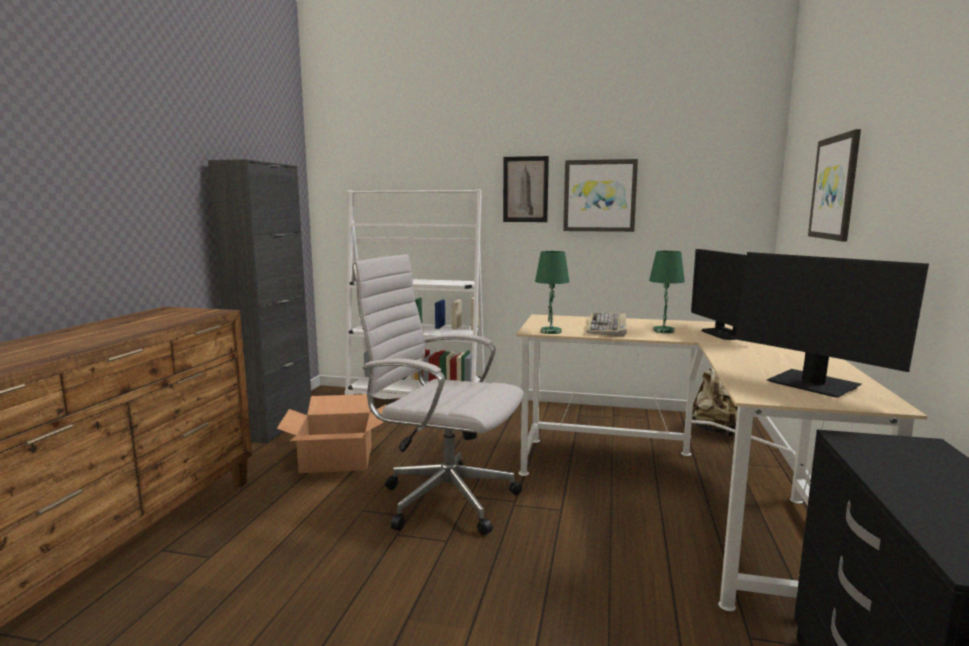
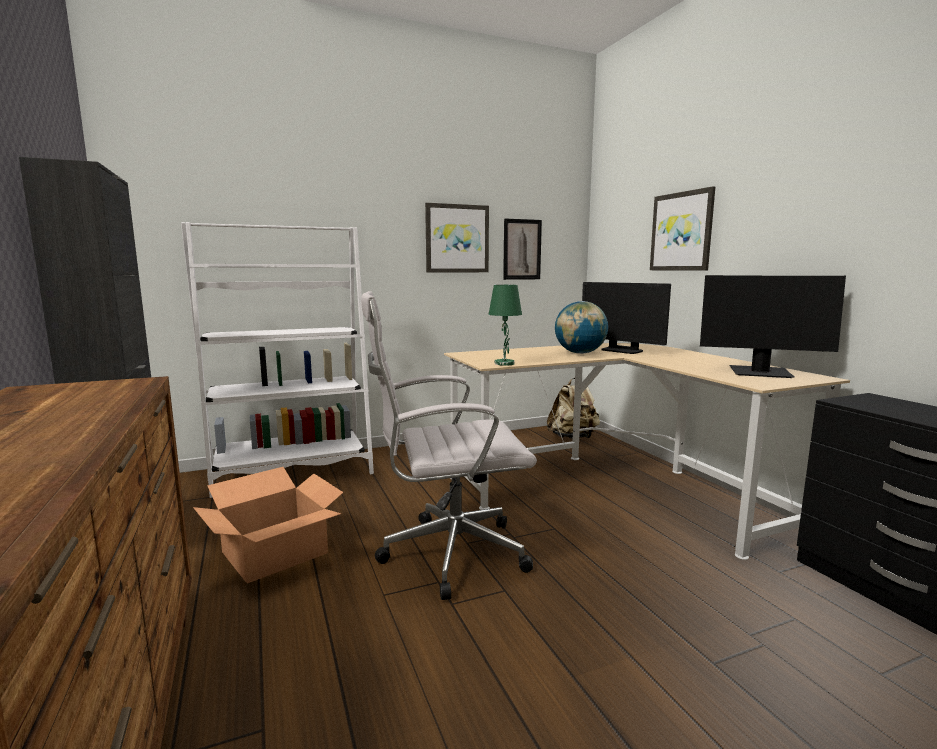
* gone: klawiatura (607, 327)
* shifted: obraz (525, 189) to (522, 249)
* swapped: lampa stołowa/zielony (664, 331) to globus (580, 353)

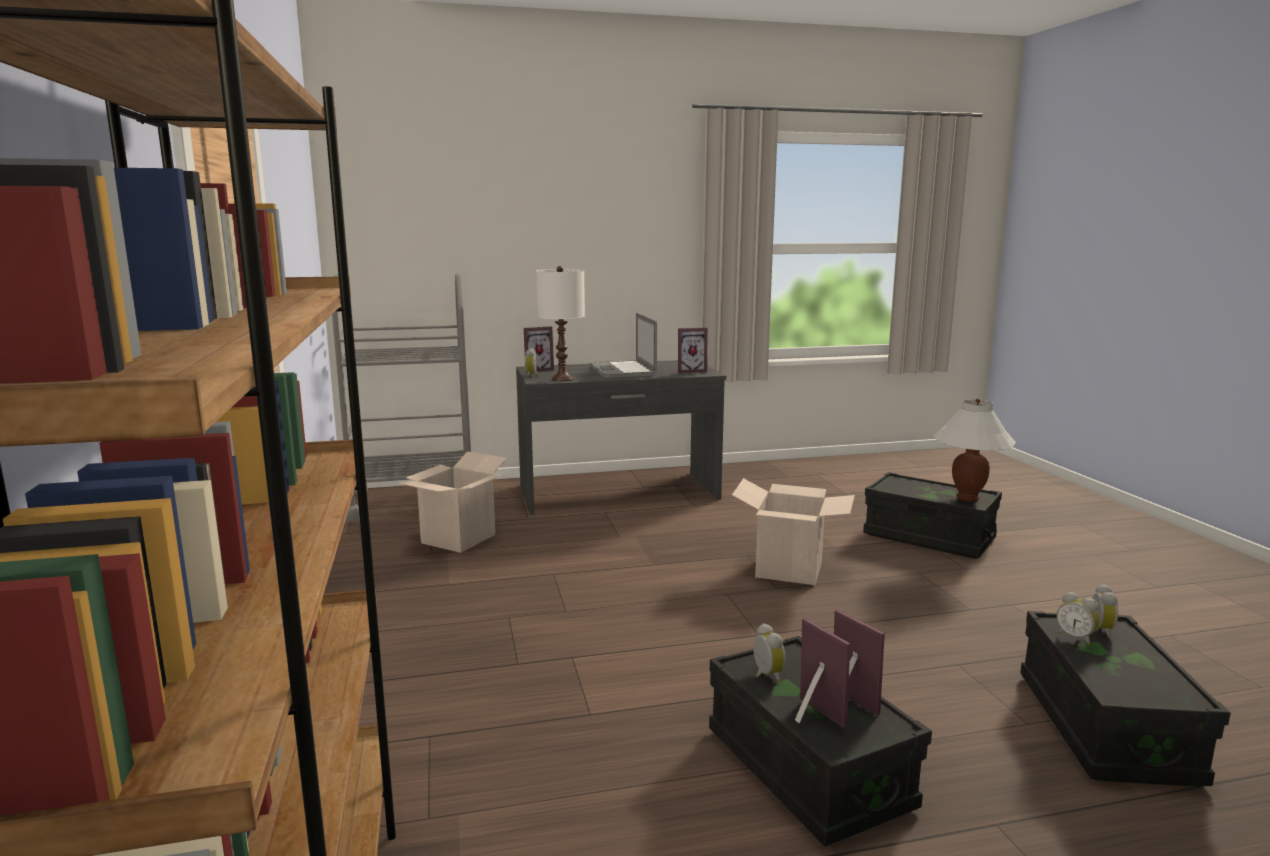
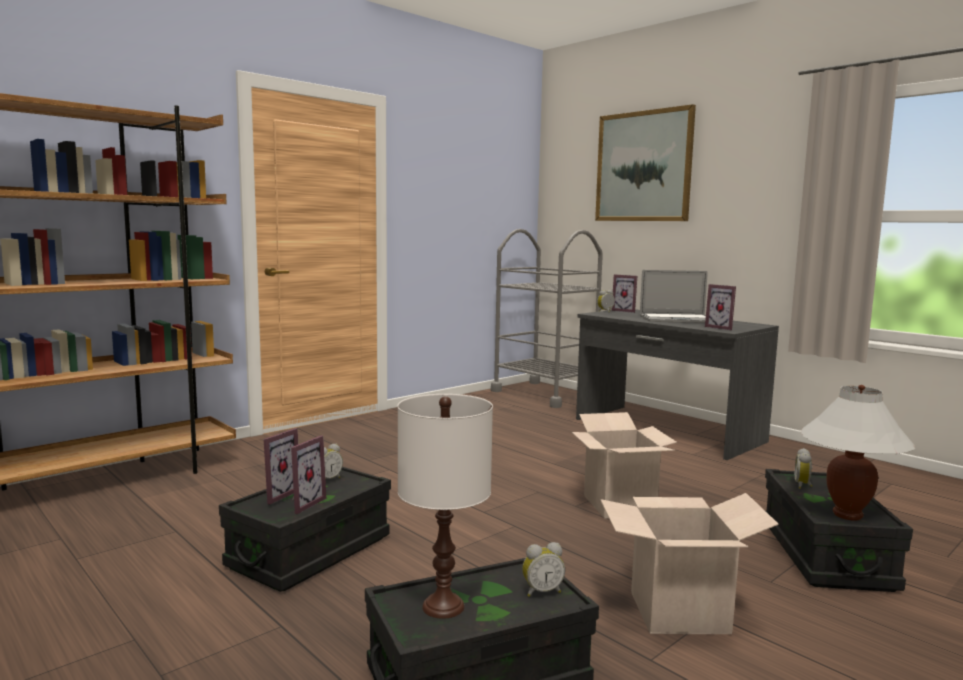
* new: obraz (643, 166)
* shifted: karton (458, 539) to (678, 612)
* shifted: lampa stołowa/biały (562, 379) to (442, 606)
* shifted: budzik (1075, 637) to (803, 485)
* rotated: laptop (622, 370) = (677, 319) 135 degrees counterclockwise

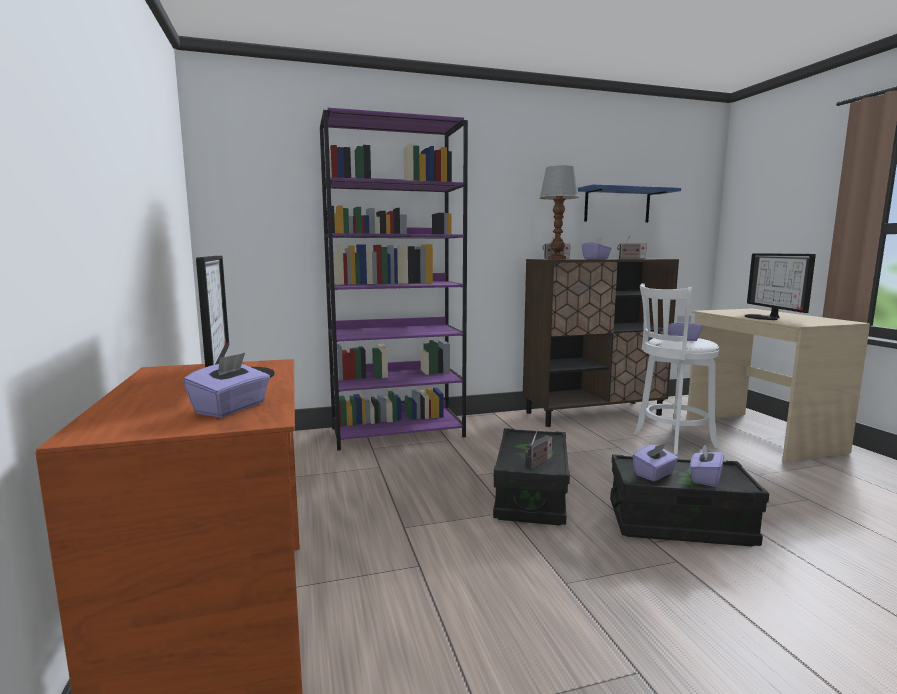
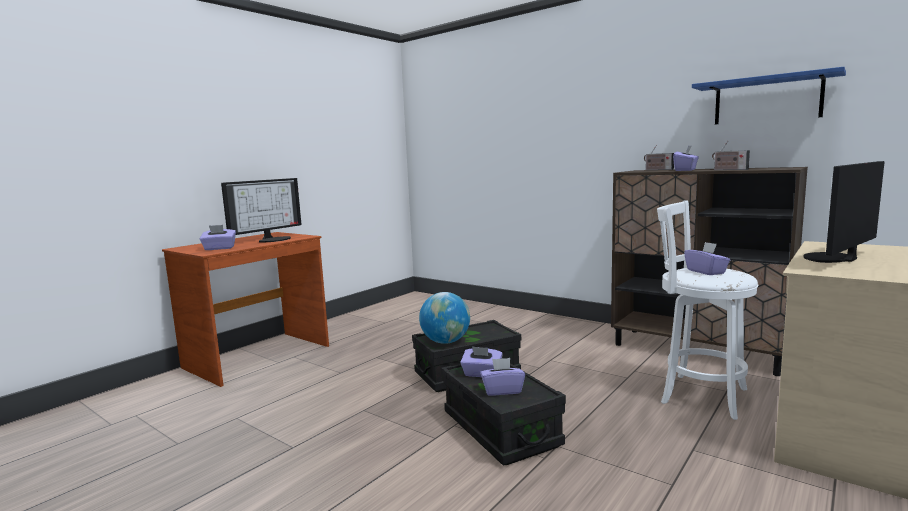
* gone: regał/fioletowy (398, 432)
* gone: lampa stołowa (556, 259)
* swapped: radio (538, 463) to globus (445, 342)

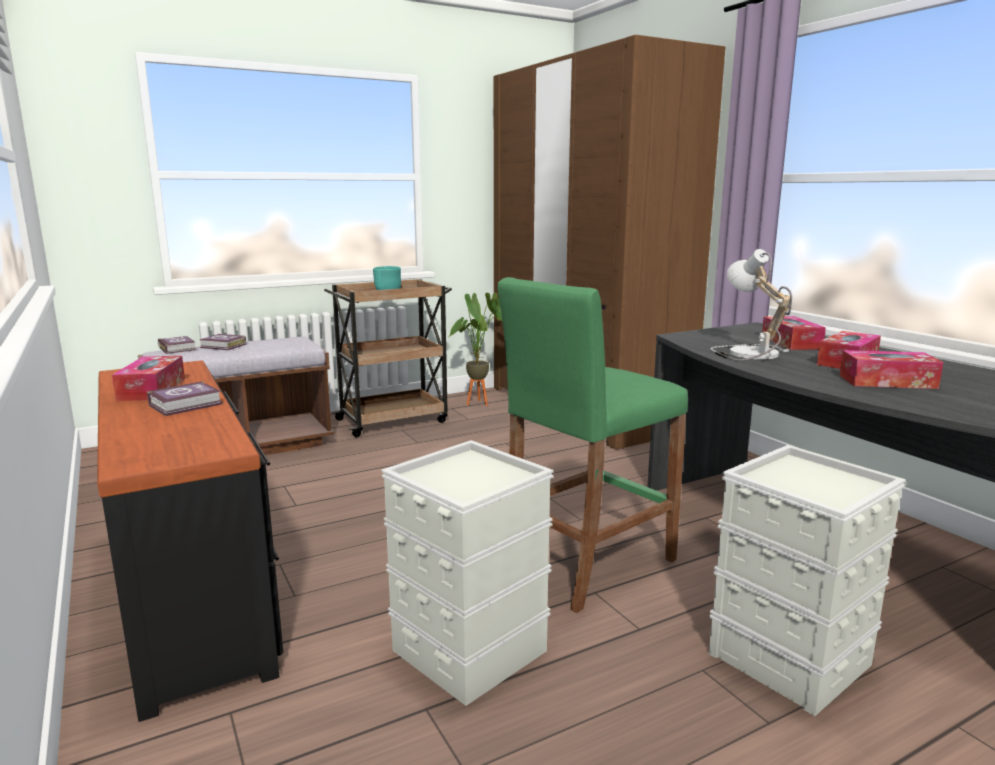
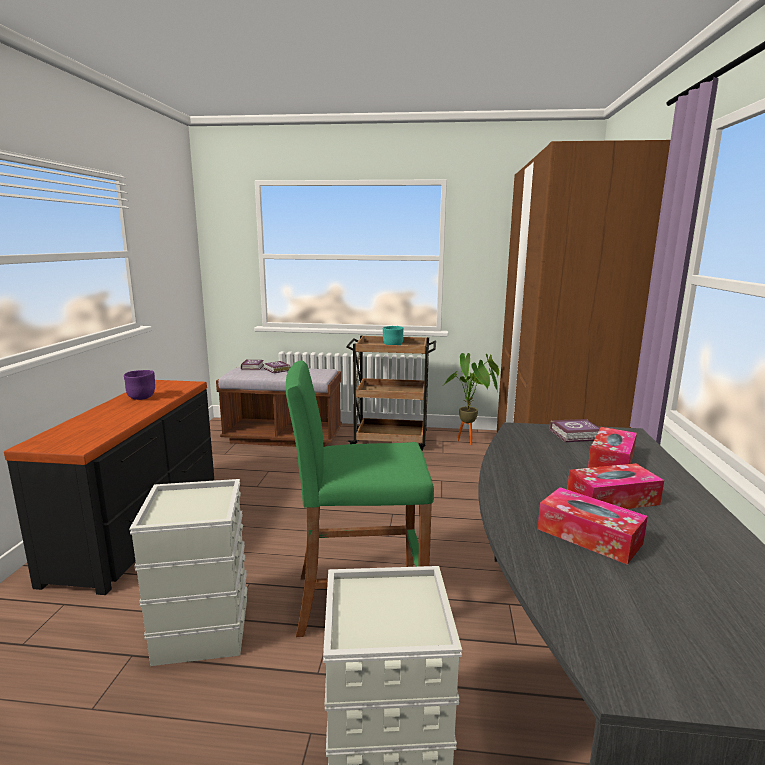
* gone: lampa stołowa (747, 353)
* shifted: książka (188, 404) to (577, 435)
* swapped: pudełko chusteczek (152, 389) to miska/fioletowy (142, 397)

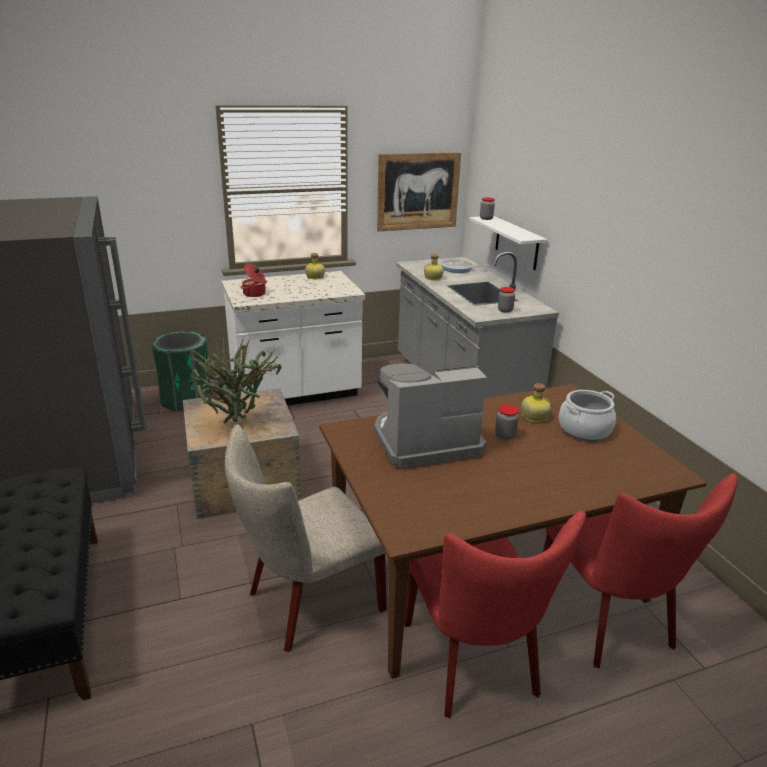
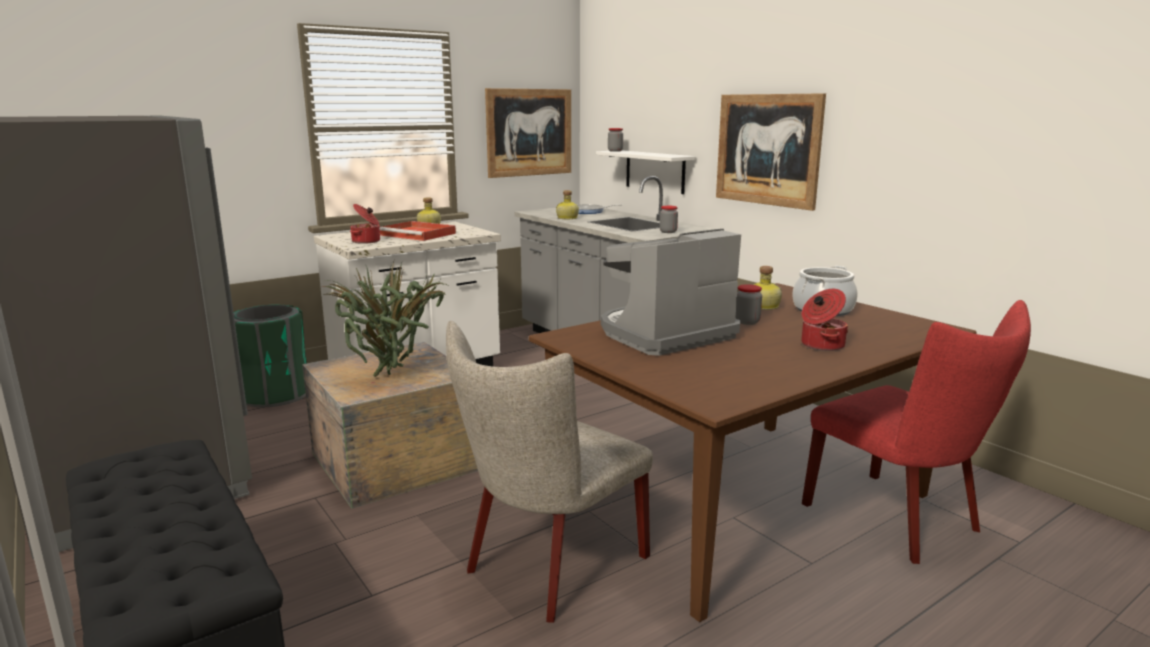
* gone: krzesło/czerwony (474, 664)
* new: taca/czerwony (419, 234)
* new: obraz (767, 149)
* new: garnek (821, 345)

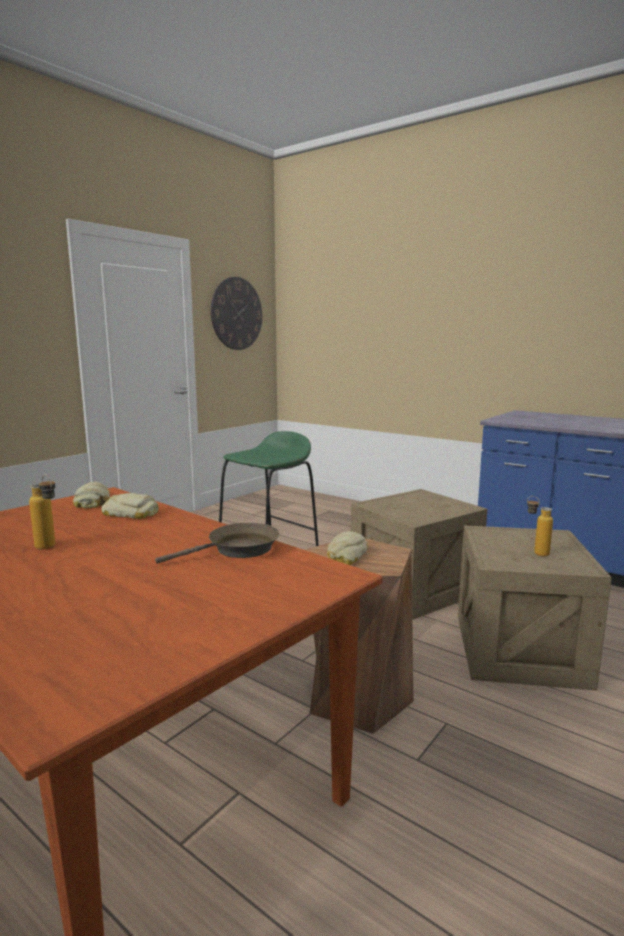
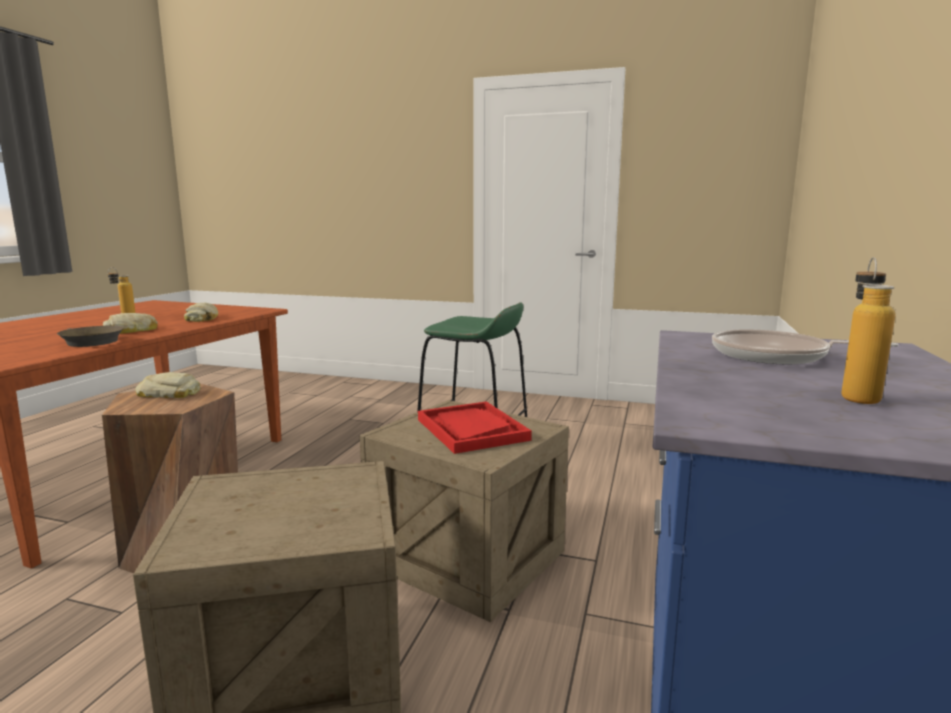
* gone: zegar ścienny (236, 314)
* new: taca/czerwony (471, 429)
* new: patelnia (776, 356)
* shifted: chleb (93, 501) to (131, 330)
* shifted: butelka (535, 552) to (857, 395)

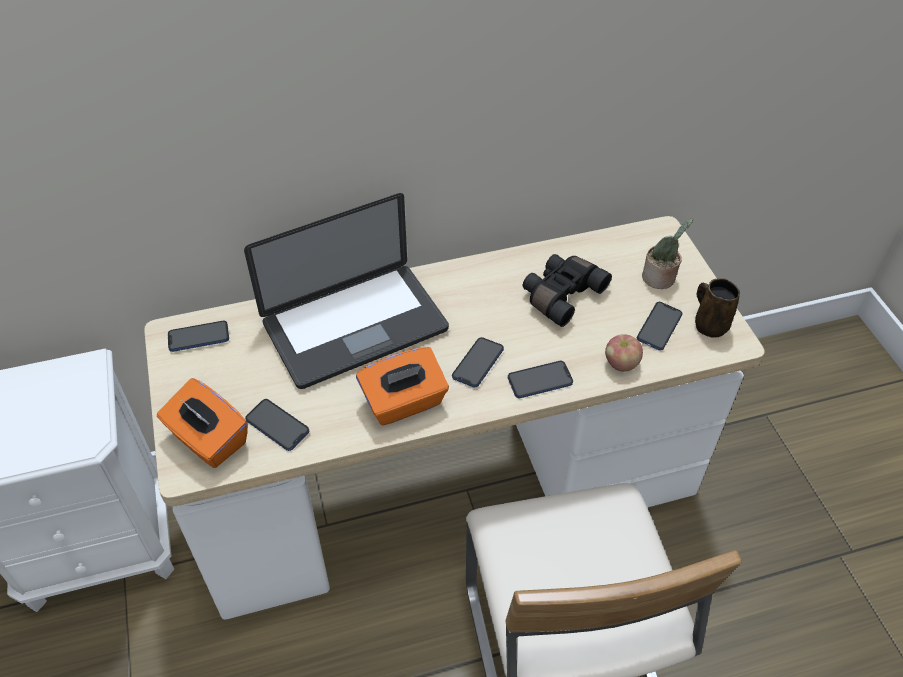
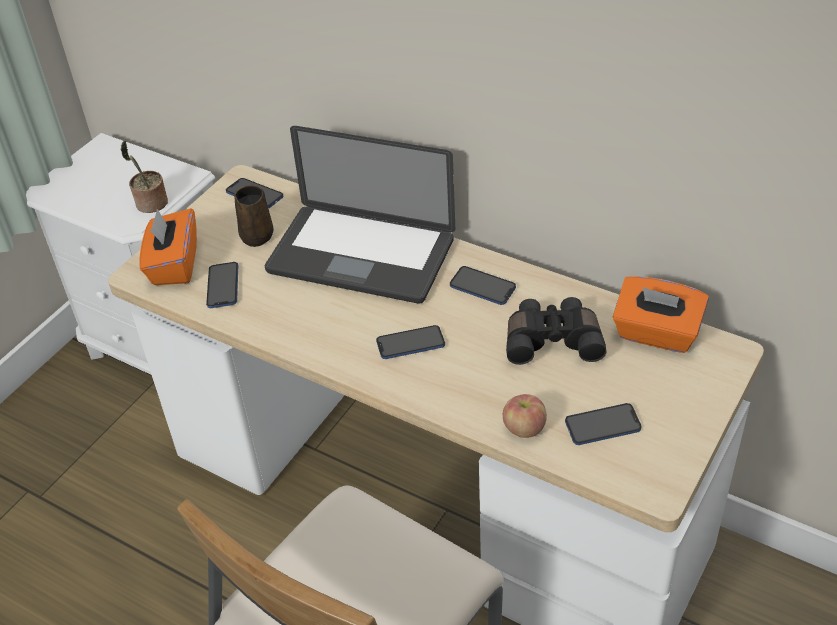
* shifted: pudełko chusteczek/pomarańczowy (404, 403) to (656, 334)
* shifted: telefon (540, 380) to (482, 287)
* shifted: roślina doniczkowa (660, 279) to (150, 204)
* shifted: kubek/brązowy (709, 324) to (258, 235)

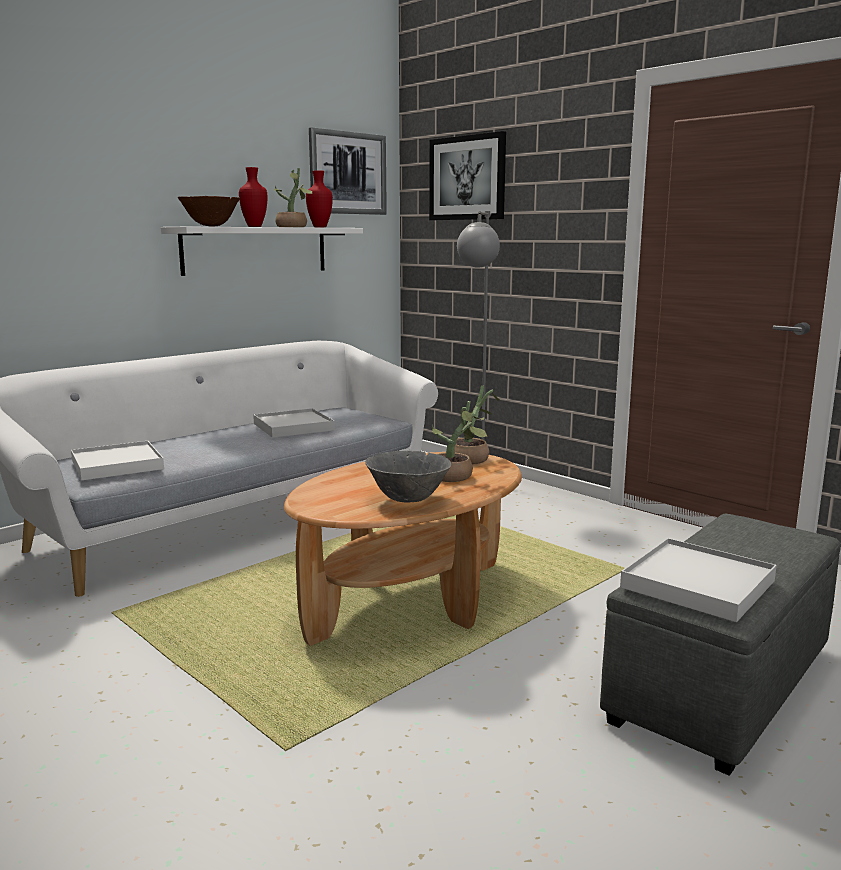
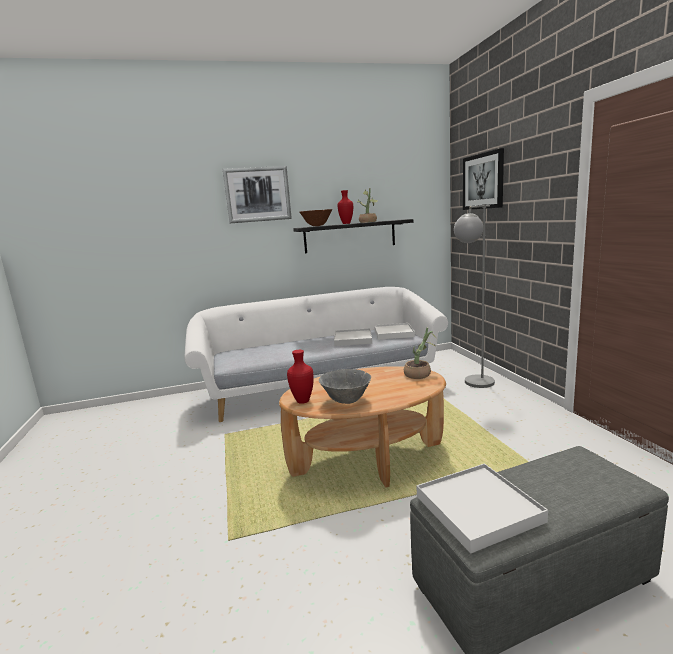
* gone: roślina doniczkowa (455, 477)
* shifted: taca/biały (117, 464) to (394, 333)
* shifted: wazon/czerwony (319, 227) to (302, 401)
* shifted: obraz (348, 173) to (257, 194)
* repainted: półka/biały (256, 250) to półka/czarny (350, 236)

